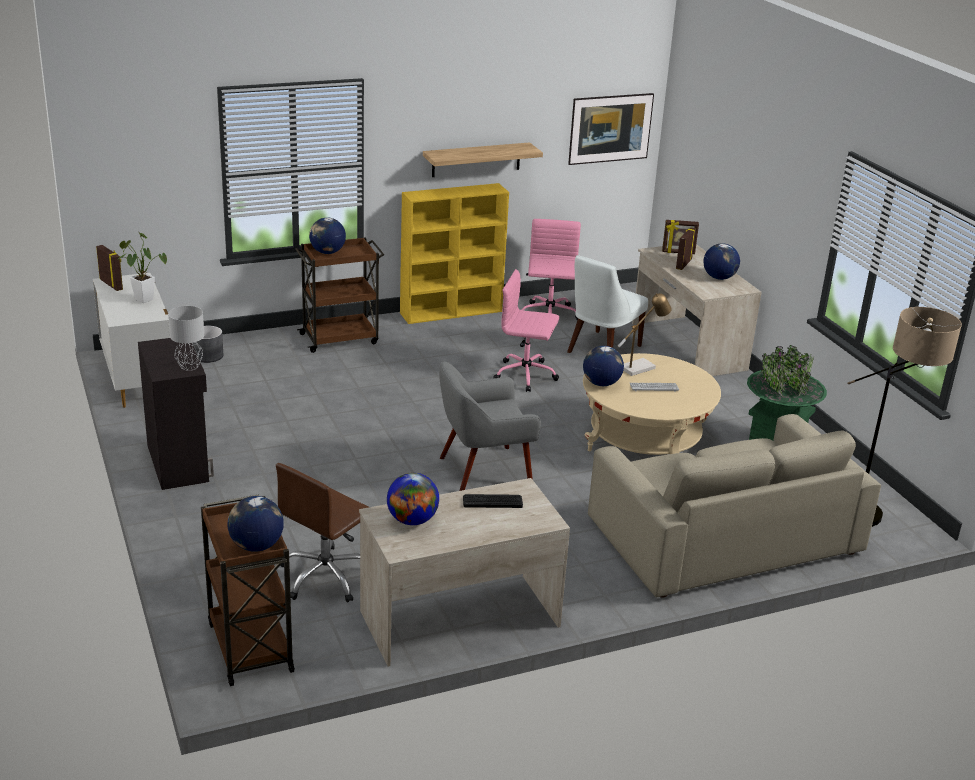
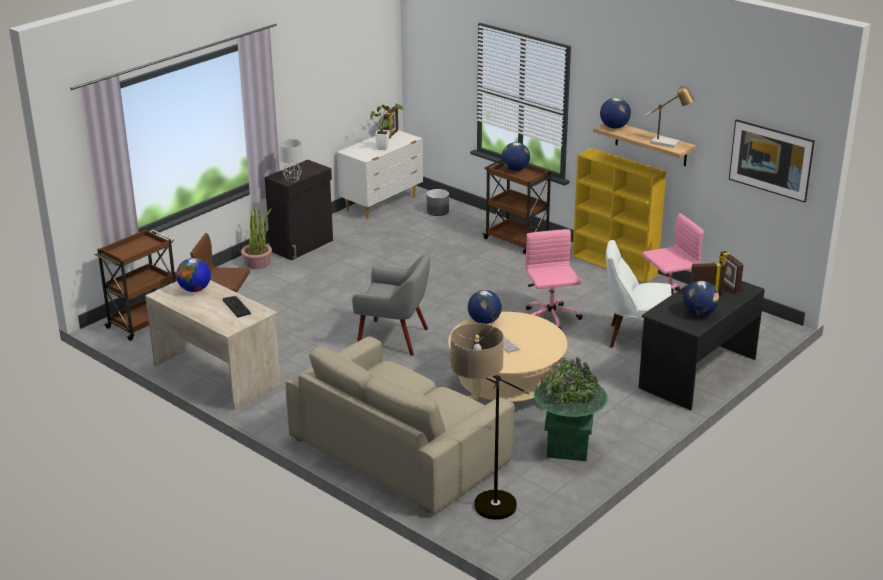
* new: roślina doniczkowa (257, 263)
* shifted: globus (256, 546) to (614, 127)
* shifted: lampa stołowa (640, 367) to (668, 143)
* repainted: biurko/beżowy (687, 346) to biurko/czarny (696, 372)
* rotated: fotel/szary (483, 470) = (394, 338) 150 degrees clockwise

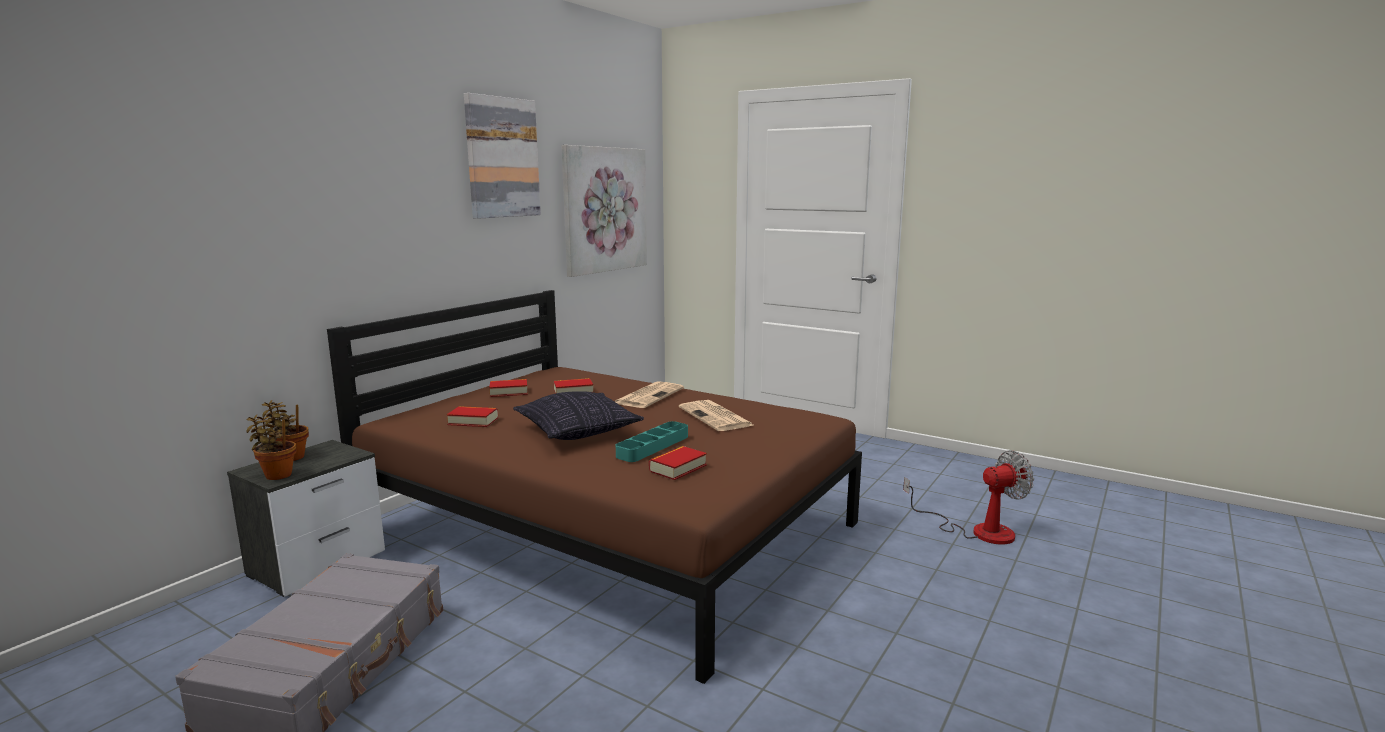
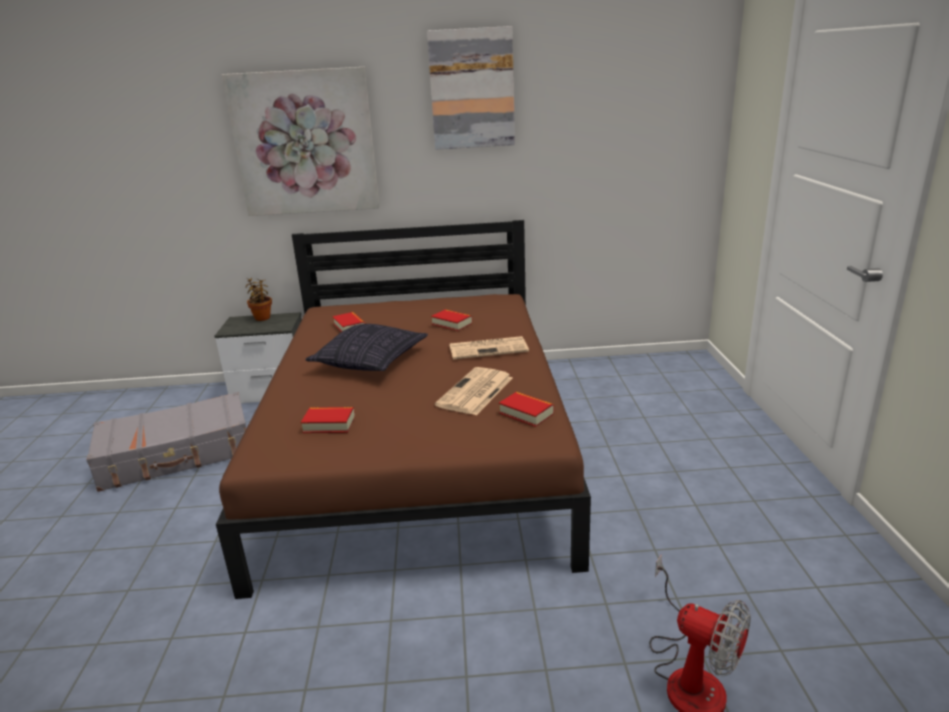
* gone: roślina doniczkowa (276, 475)
* gone: taca/turkusowy (653, 446)
* shifted: książka (509, 392) to (526, 413)
* shifted: obraz (605, 210) to (305, 143)

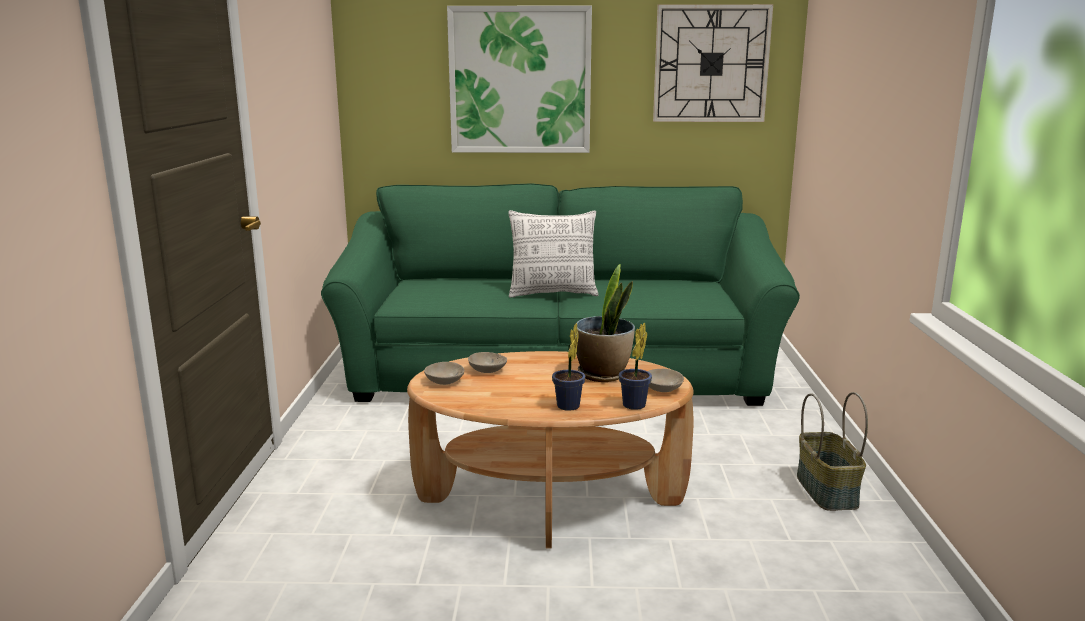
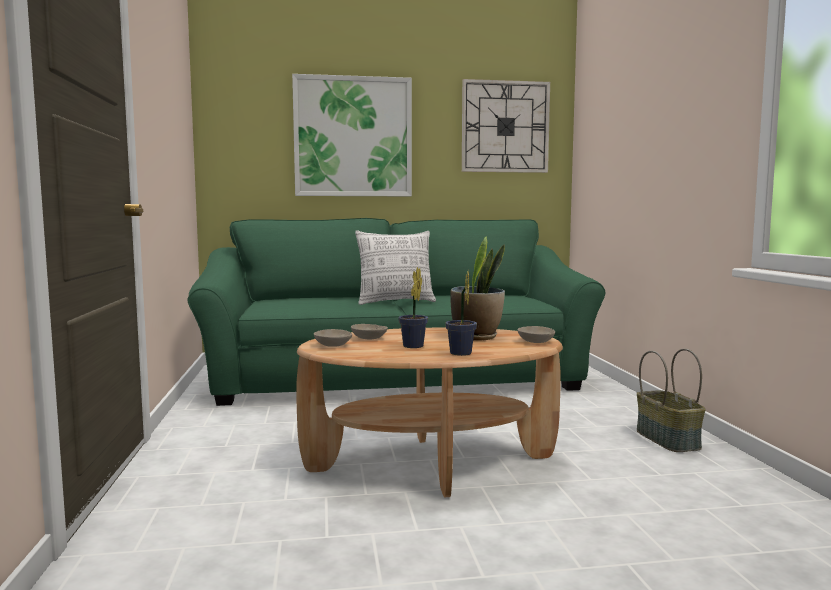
* shifted: roślina doniczkowa (633, 406) to (412, 347)

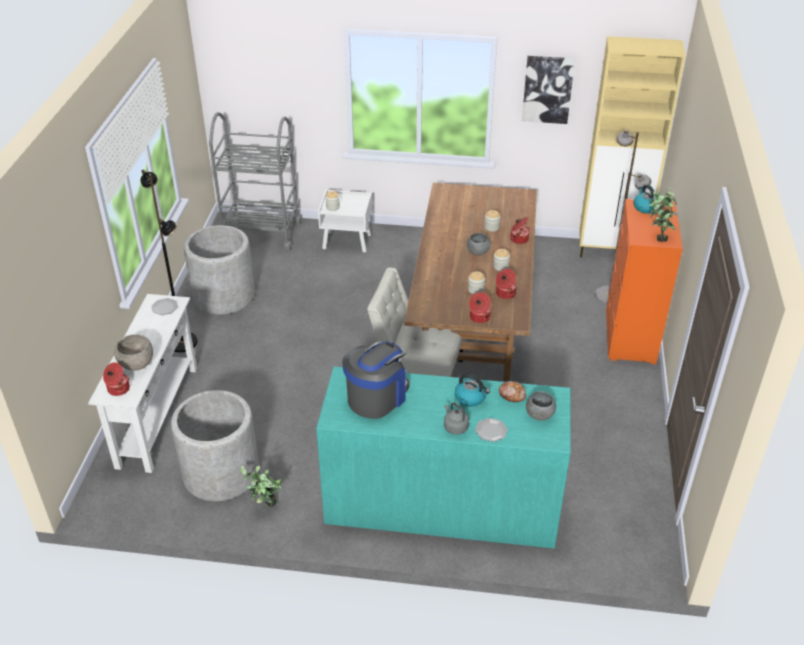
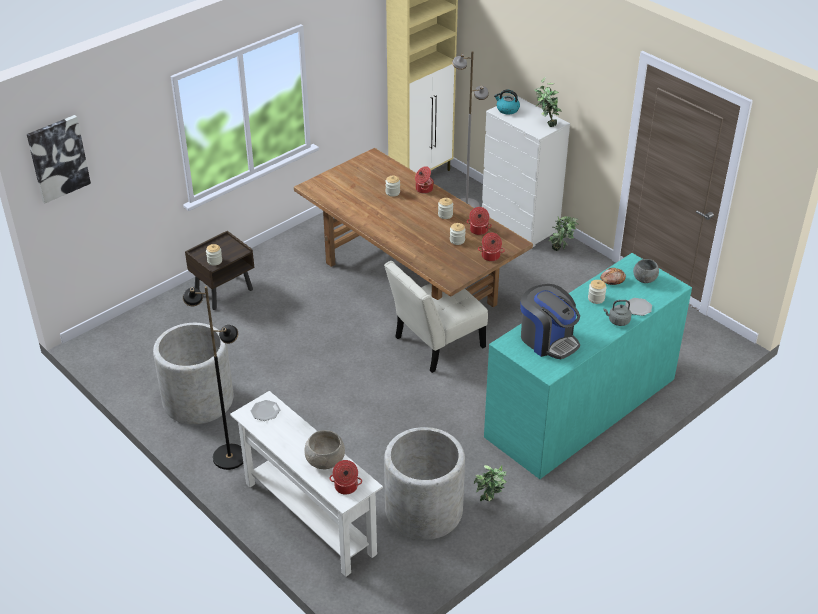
* gone: wózek/szary (261, 233)
* gone: miska/szary (477, 252)
* new: roślina doniczkowa (561, 250)
* shifted: obraz (547, 89) to (58, 158)
* swapped: czajnik (471, 398) to słoik (596, 298)
* repainted: szafka nocna/biały (347, 242) to szafka nocna/brązowy (224, 291)
* repainted: komoda/pomarańczowy (630, 337) to komoda/biały (520, 225)
* rotated: ekspres do kawy (377, 397) = (548, 340) 150 degrees clockwise

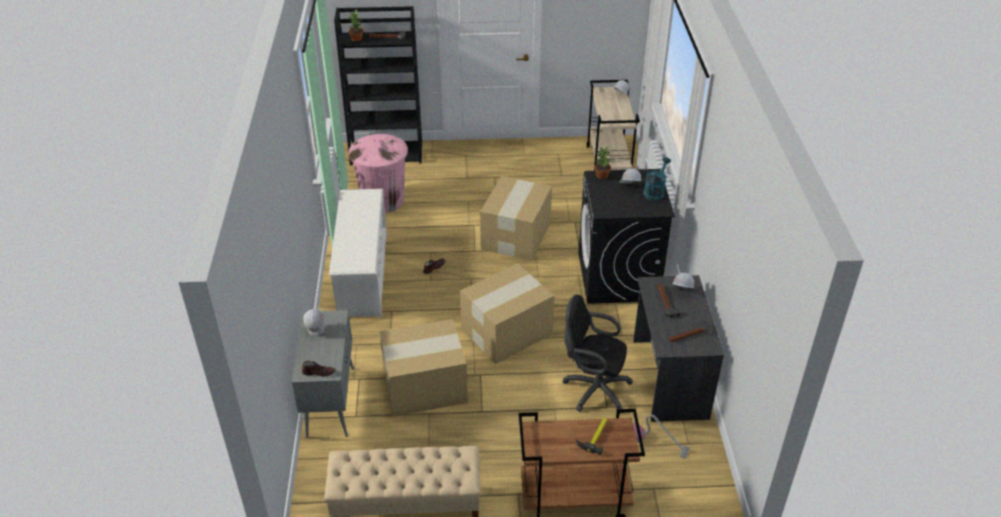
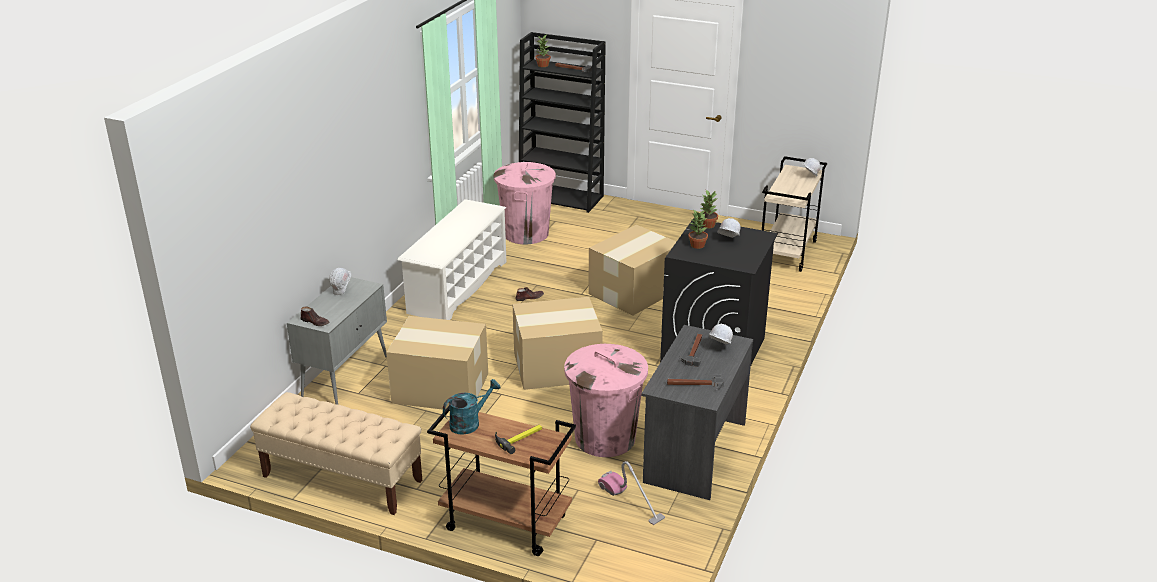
* new: roślina doniczkowa (697, 245)
* shifted: konewka/turkusowy (655, 192) to (469, 423)
* swapped: krzesło biurowe/czarny (593, 389) to kosz na śmieci/różowy (605, 438)

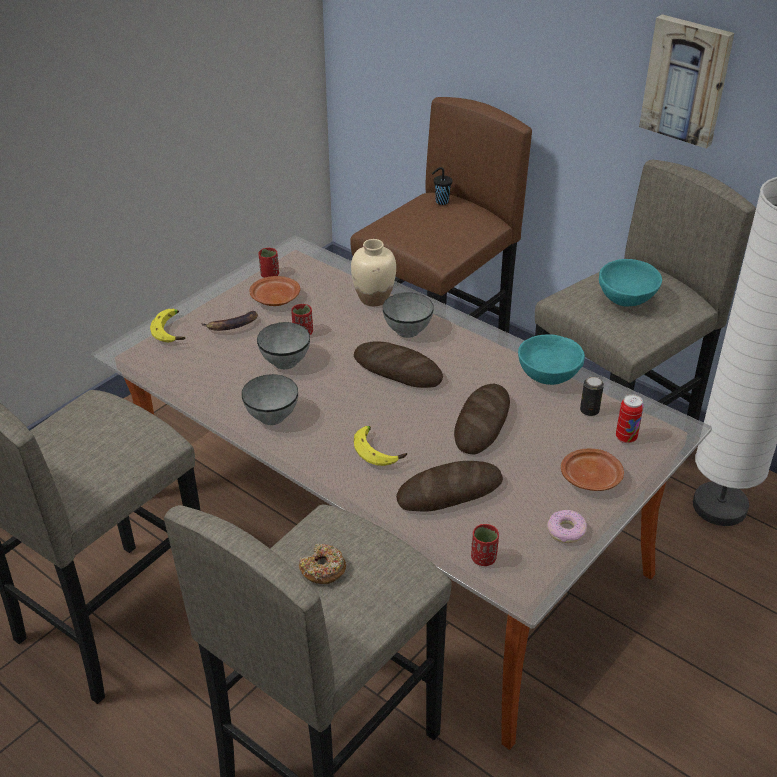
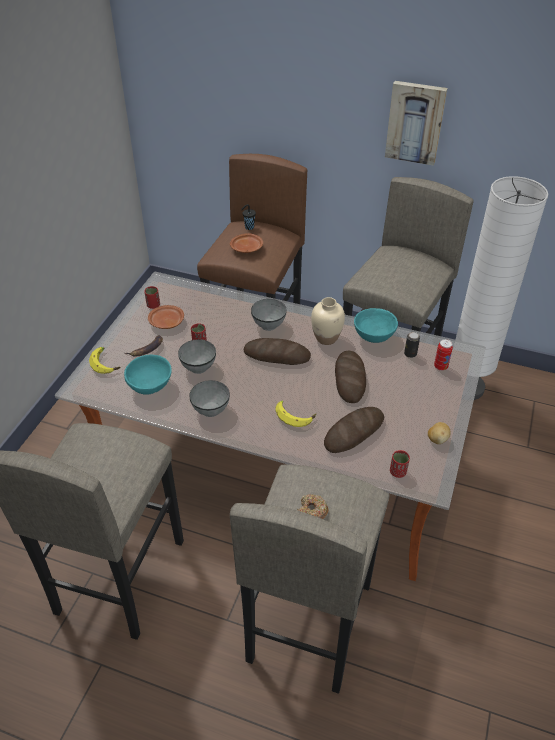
* shifted: wazon/beżowy (374, 298) to (326, 338)
* shifted: talerz/brązowy (591, 478) to (247, 248)
* shifted: miska/turkusowy (627, 300) to (151, 386)
* swapped: donut (566, 531) to ziemniak (437, 439)

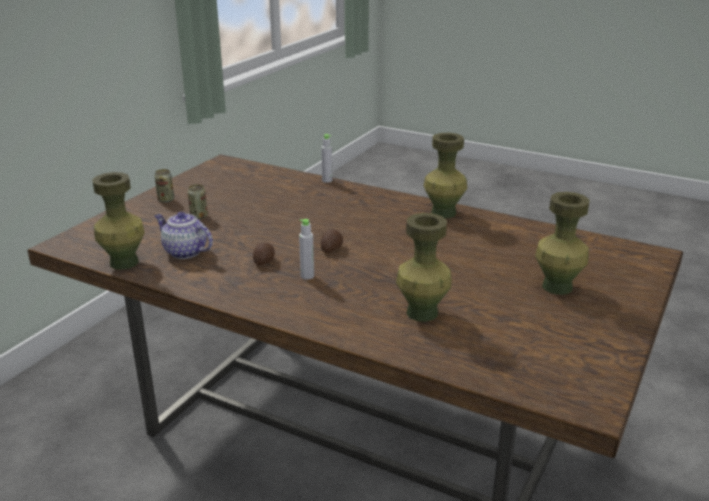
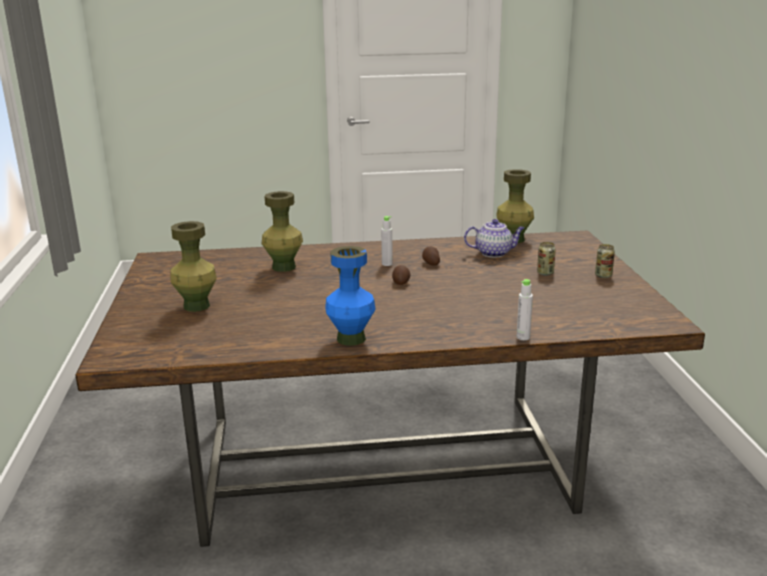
* repainted: wazon/zielony (443, 213) to wazon/niebieski (351, 338)

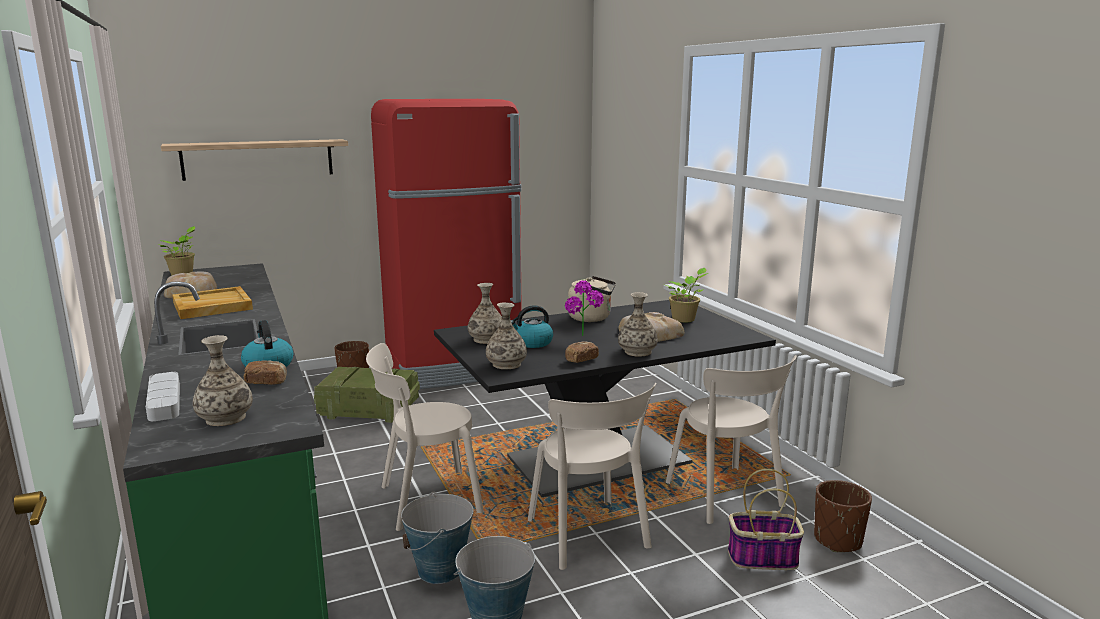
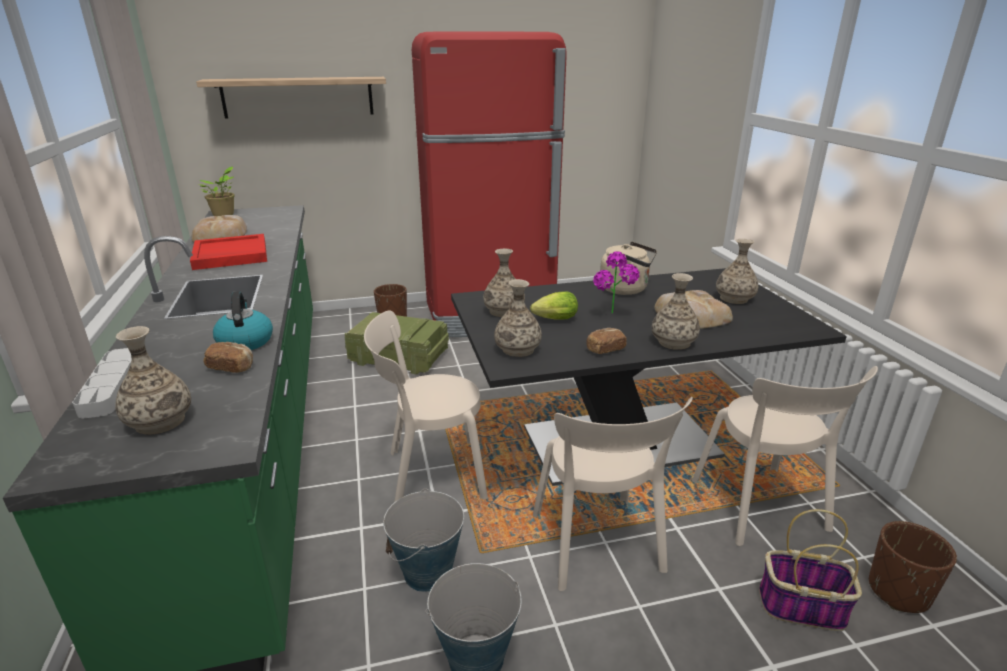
* swapped: czajnik (532, 343) to sałata (553, 320)
* swapped: roślina doniczkowa (685, 320) to wazon (734, 298)
* repainted: taca/beżowy (212, 306) to taca/czerwony (230, 255)

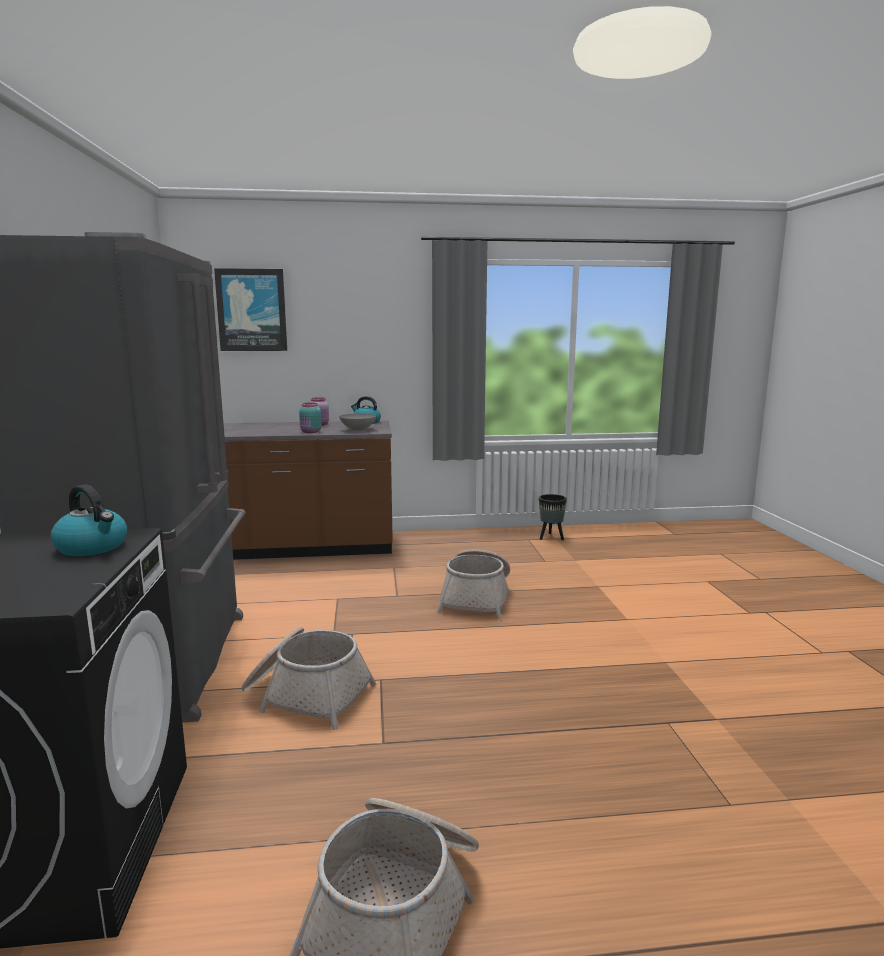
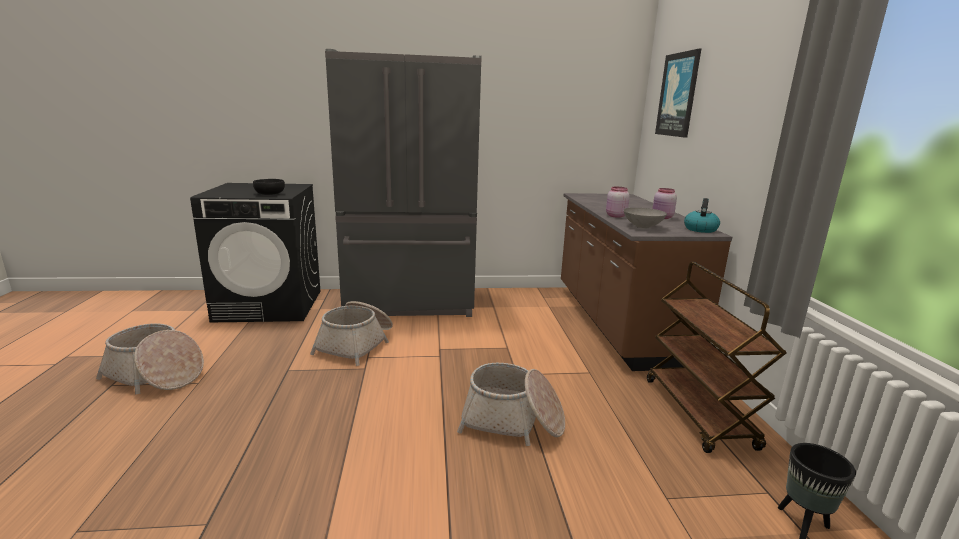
* new: wózek/brązowy (699, 413)
* swapped: czajnik (93, 547) to miska/czarny (270, 194)
* repainted: słoik/turkusowy (311, 432) to słoik/różowy (615, 216)

